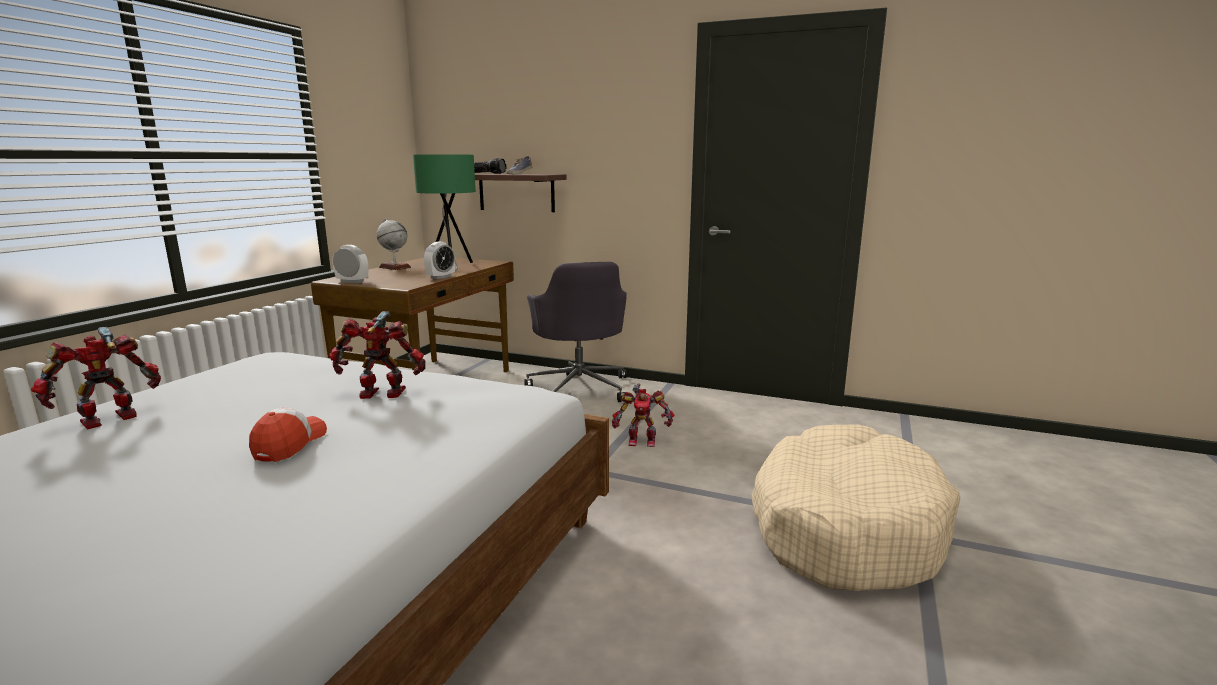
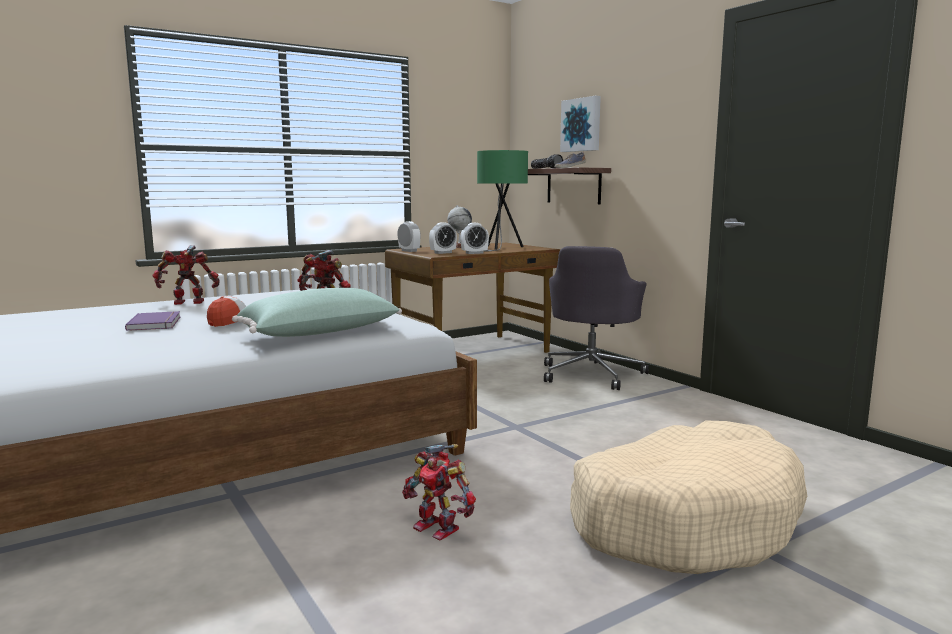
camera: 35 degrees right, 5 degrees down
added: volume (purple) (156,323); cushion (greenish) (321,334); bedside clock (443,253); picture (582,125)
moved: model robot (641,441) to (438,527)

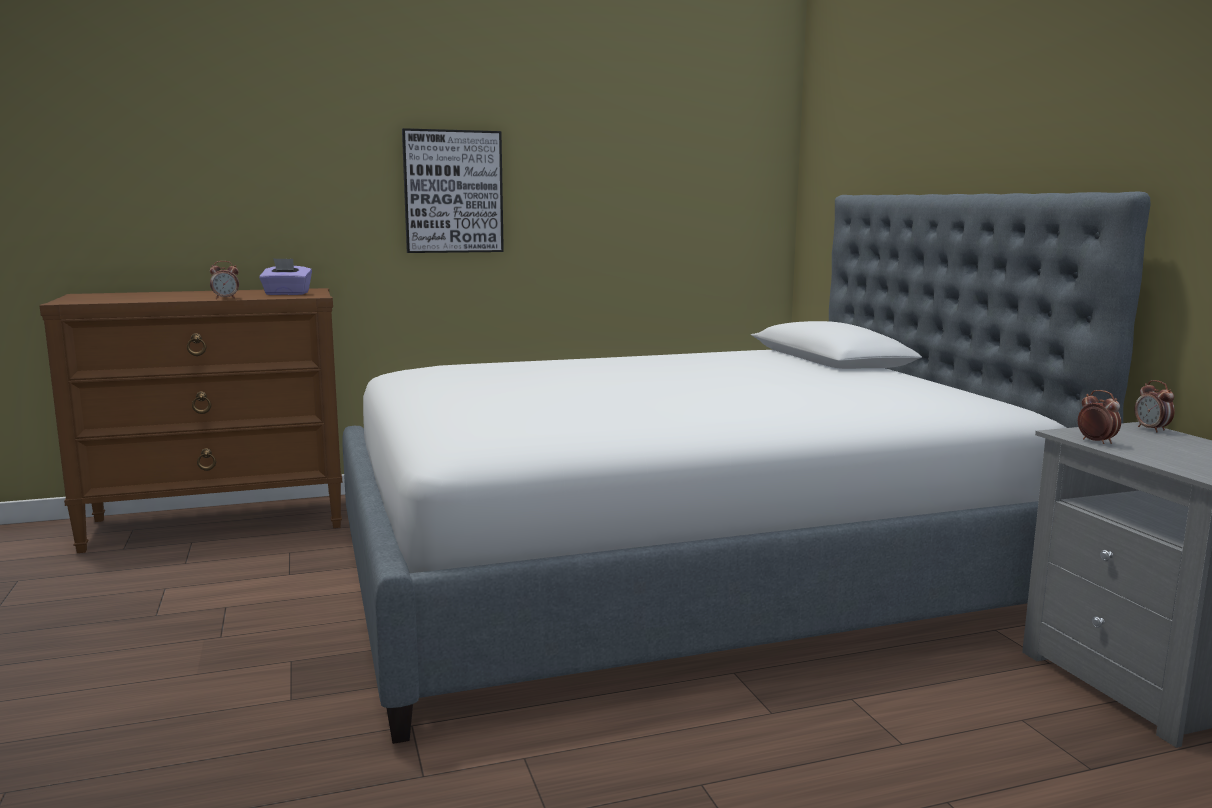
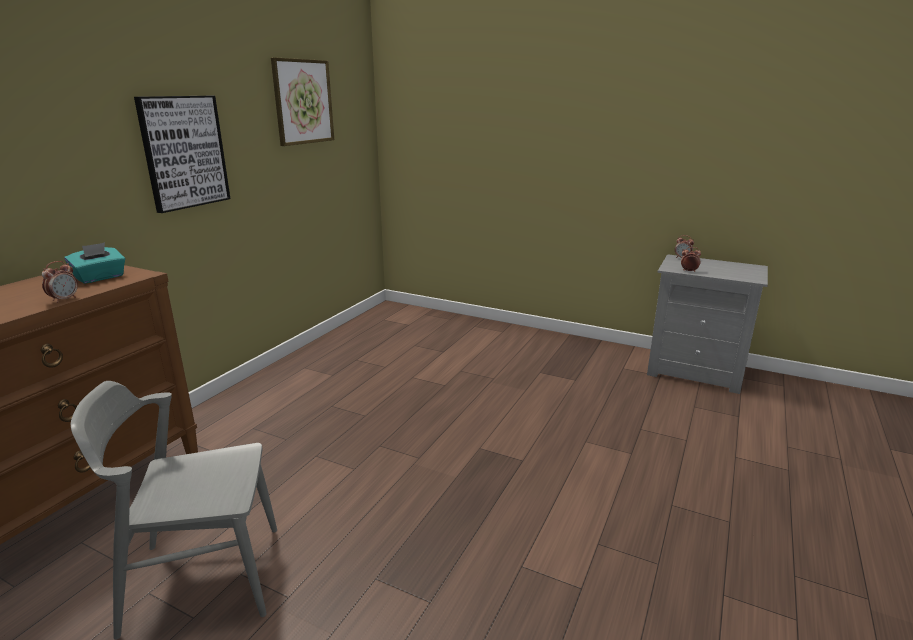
camera: 45 degrees left, 10 degrees up
removed: sleeping bed (681,575)
added: upright chair (gray) (203,578); picture (303,102)
recoloured: box of tissues (purple) (287,294) to box of tissues (turquoise) (100,278)

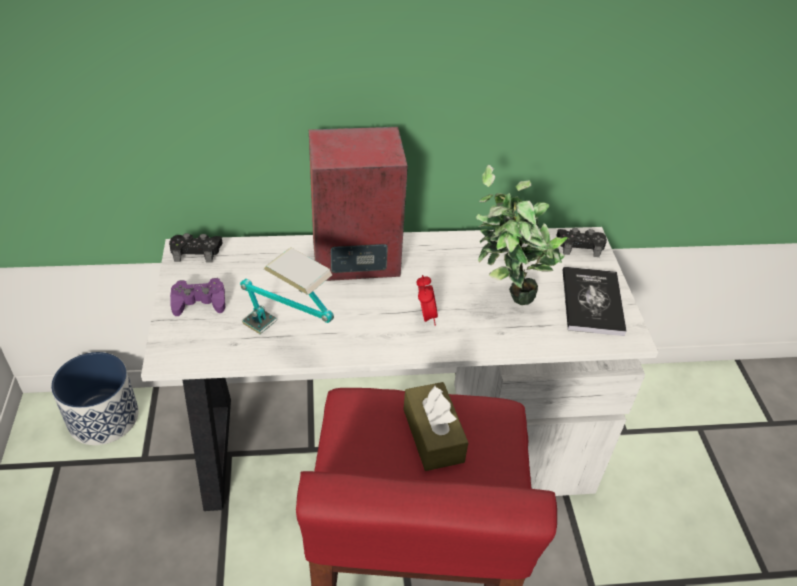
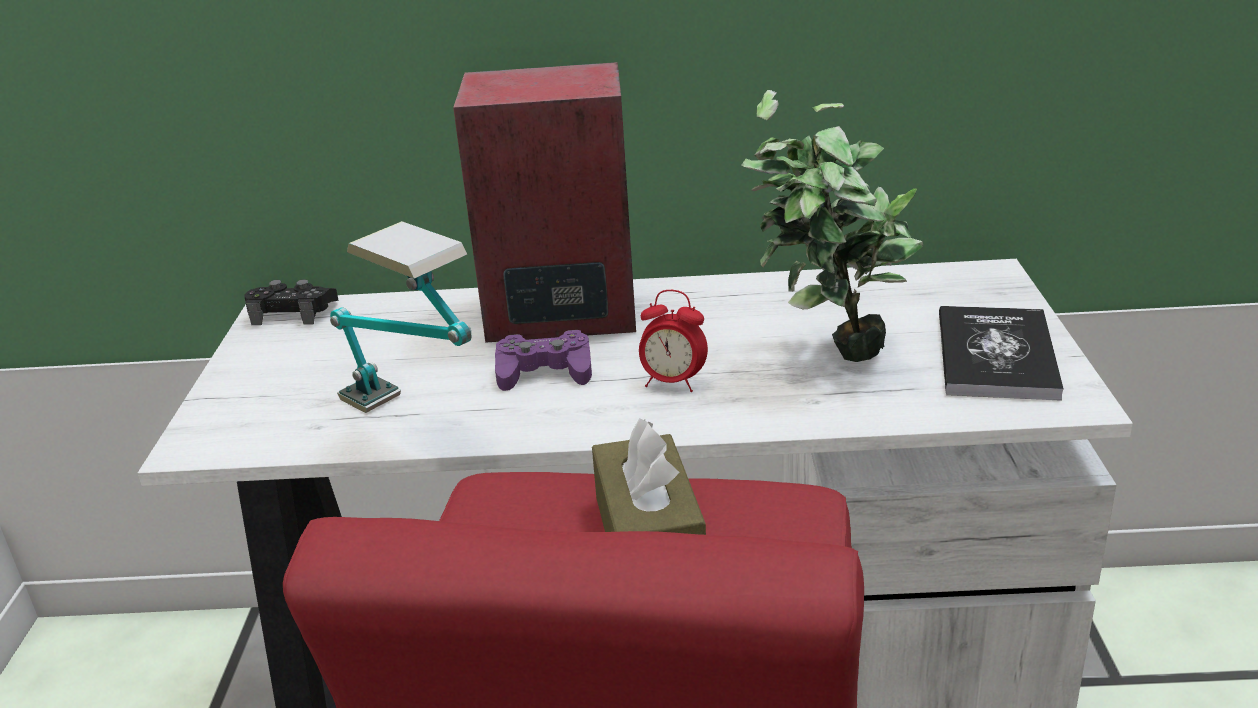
camera: 10 degrees right, 15 degrees down
removed: plant pot (103,418); game controller (black-coloured) (579,246)
moved: game controller (purple) (199,302) to (545,371)
turned: bedside clock (425,317) = (673,383) 105 degrees clockwise

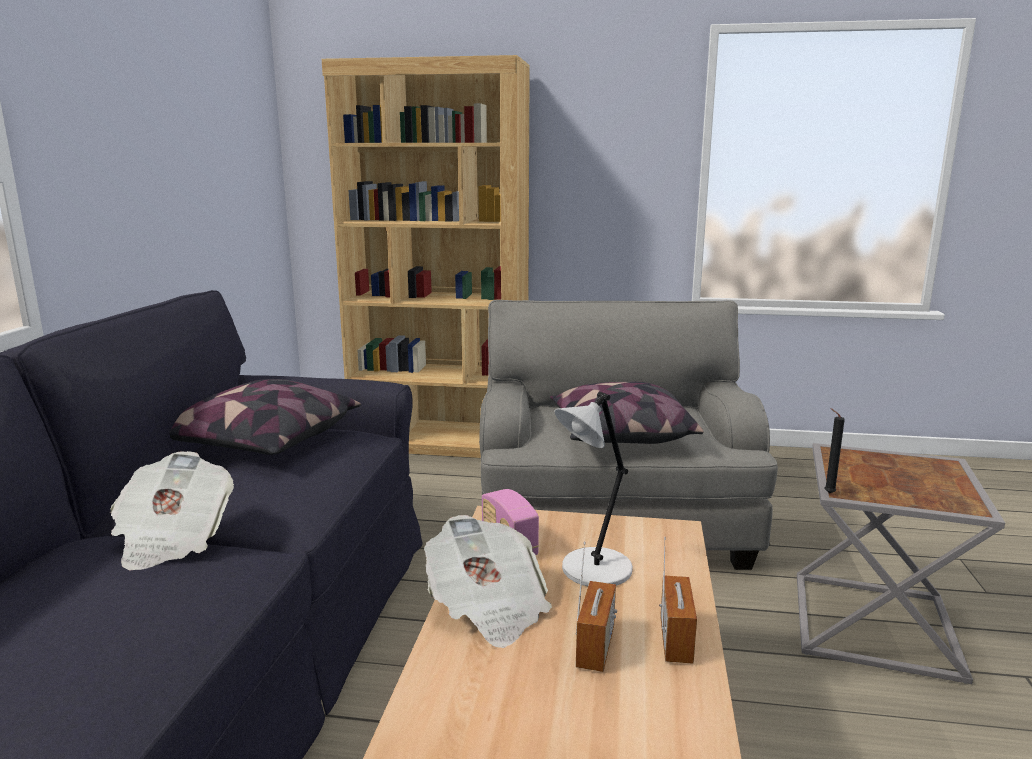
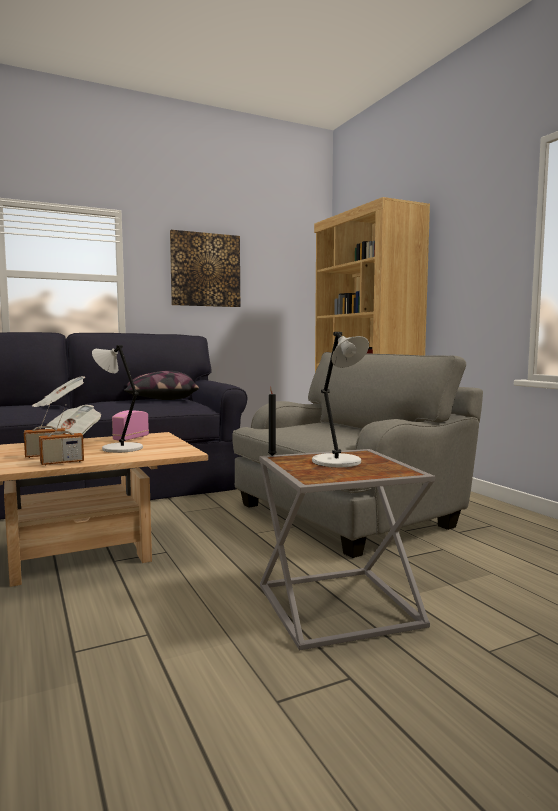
camera: 55 degrees right, 10 degrees down
removed: cushion (619,436)
added: picture (205,270); tabletop lamp (gray) (338,462)

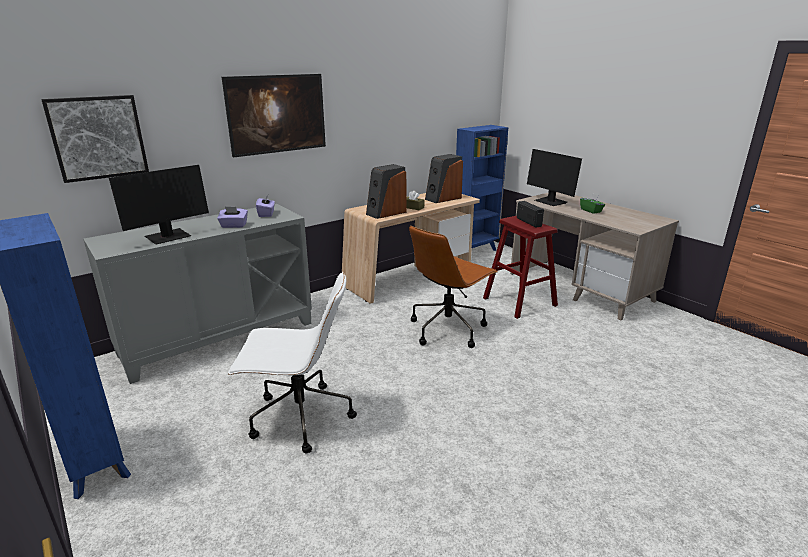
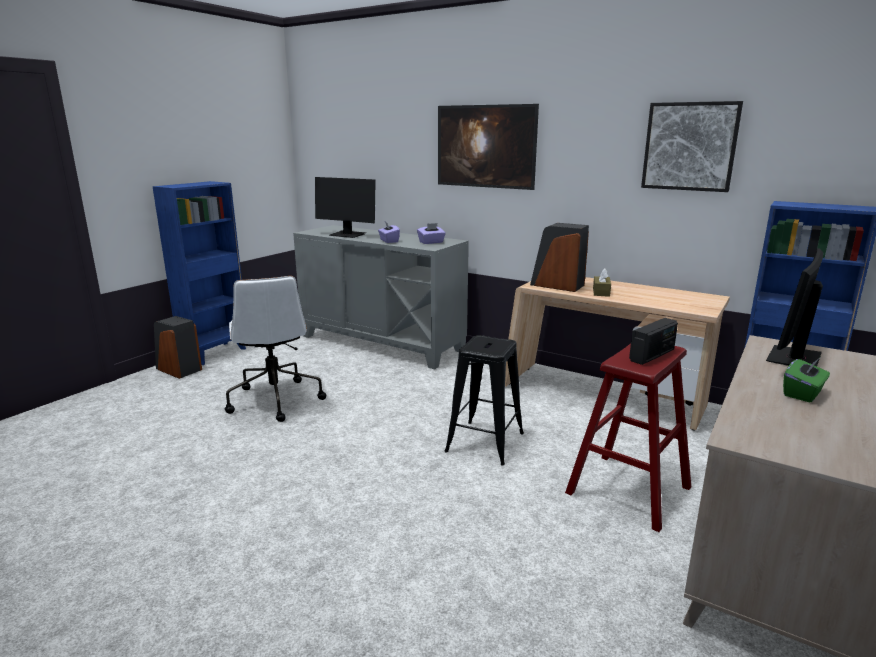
camera: 70 degrees right, 5 degrees down
moved: speaker (443,198) to (178,370); picture (98,138) to (689,146)
replaced: desk chair (brown-coloured) (448,329) to stool seat (black-coloured) (485,442)

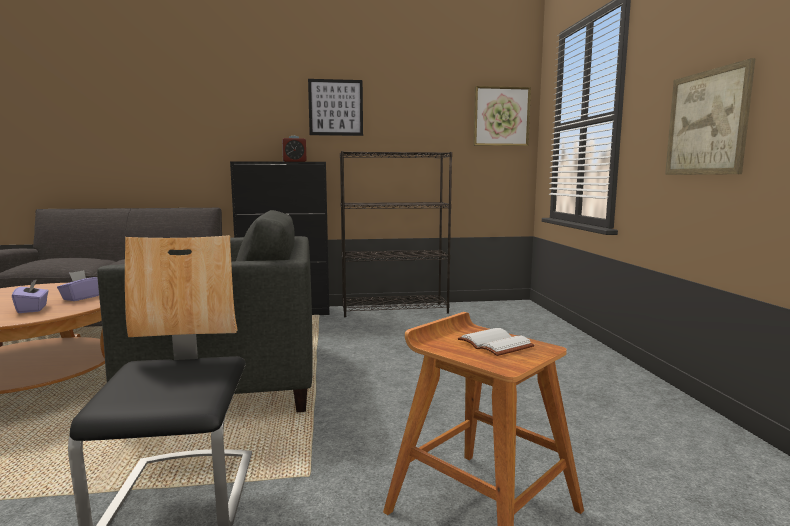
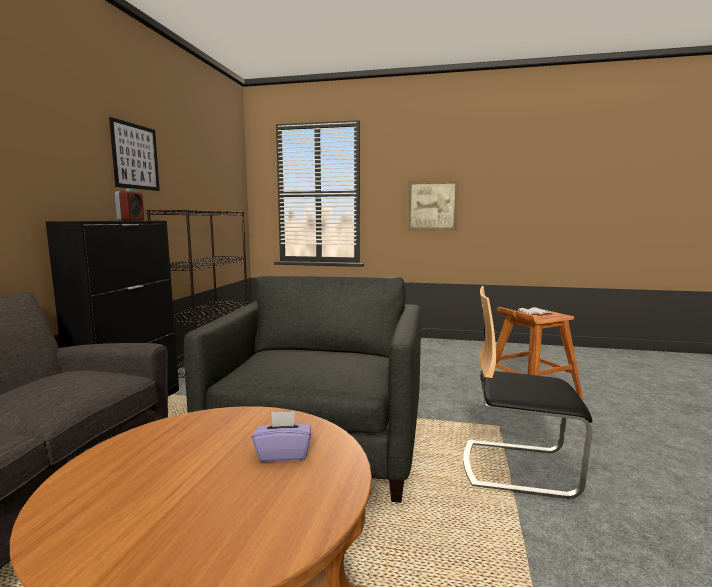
camera: 70 degrees left, 0 degrees up
removed: box of tissues (purple) (81,297); picture (501,116)

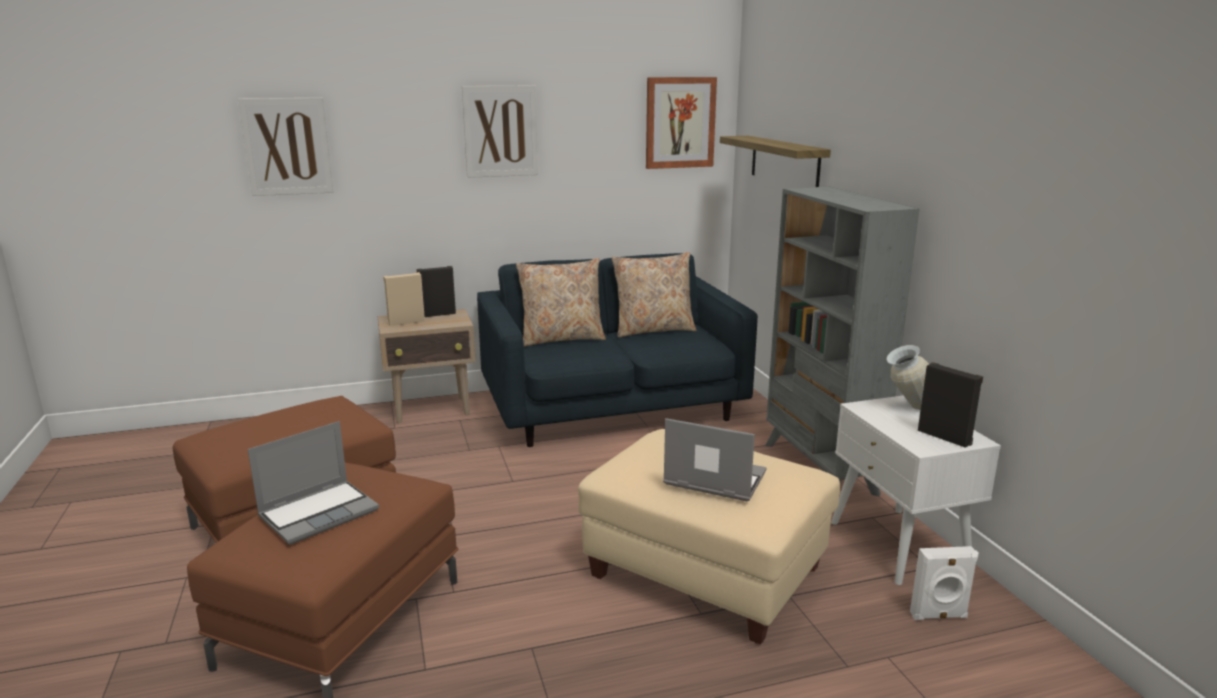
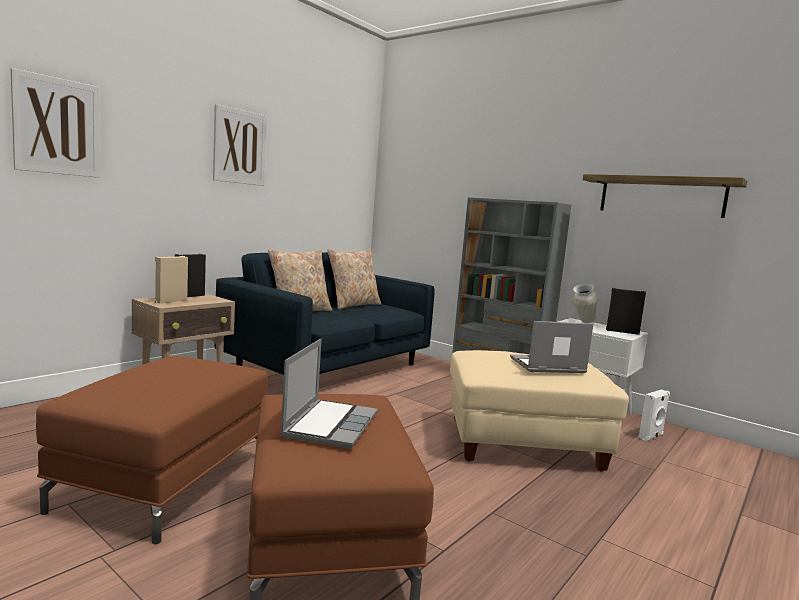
camera: 35 degrees left, 10 degrees down
removed: picture (680,123)
moved: bracket shelf (784,162) to (661,196)

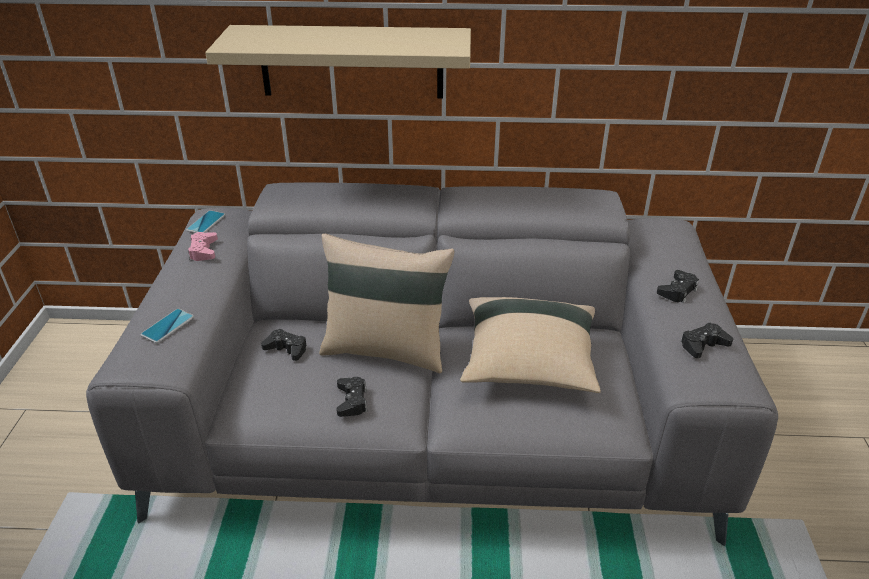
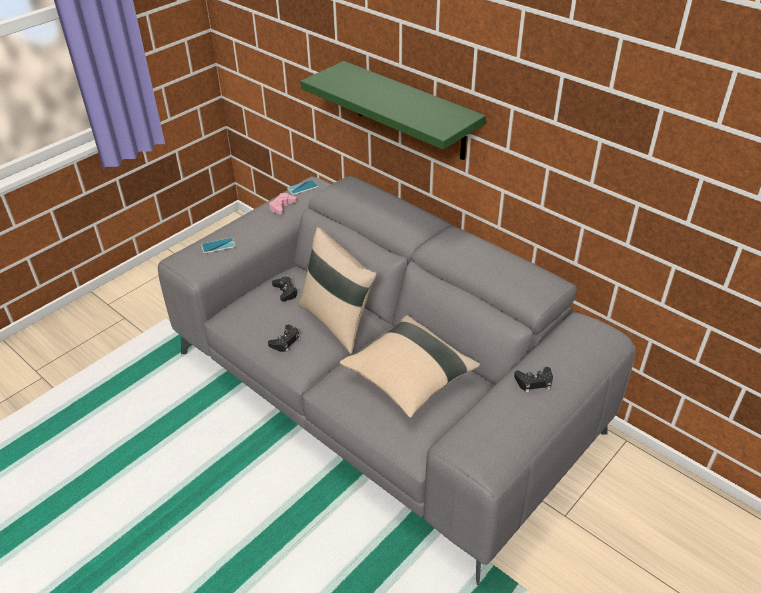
camera: 40 degrees right, 5 degrees up
removed: game controller (black-coloured) (703,345)
recoloured: bracket shelf (sand-coloured) (351,62) to bracket shelf (greenish) (410,111)

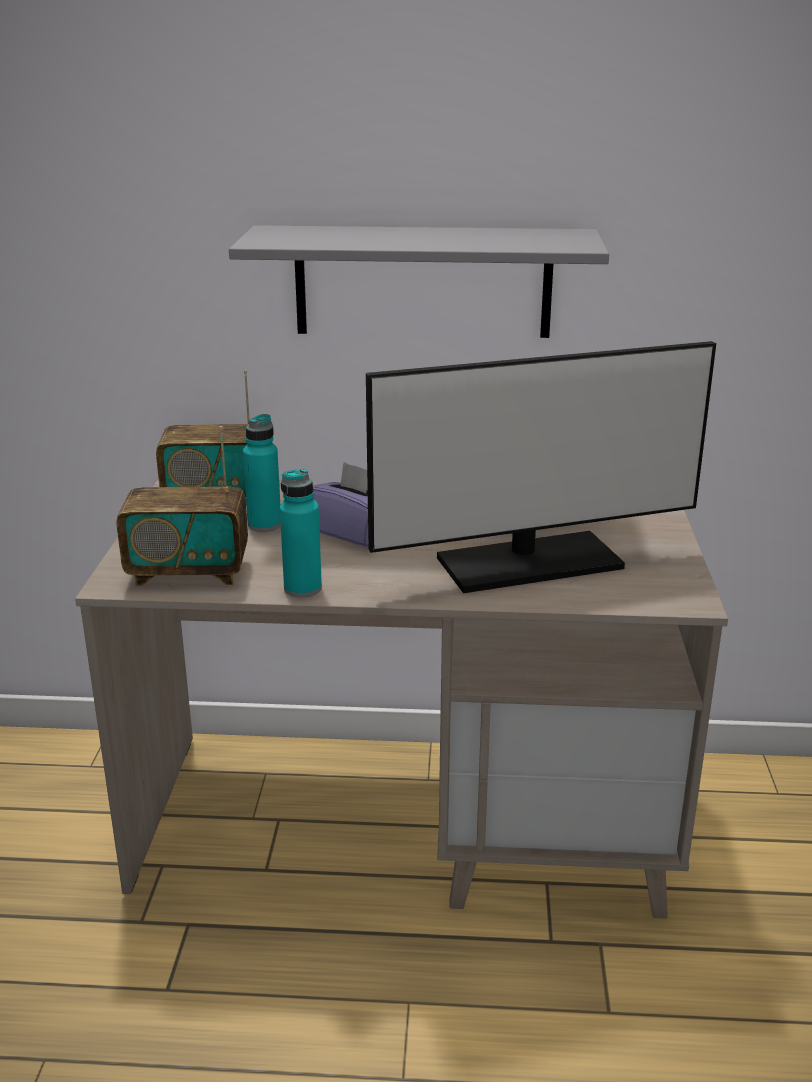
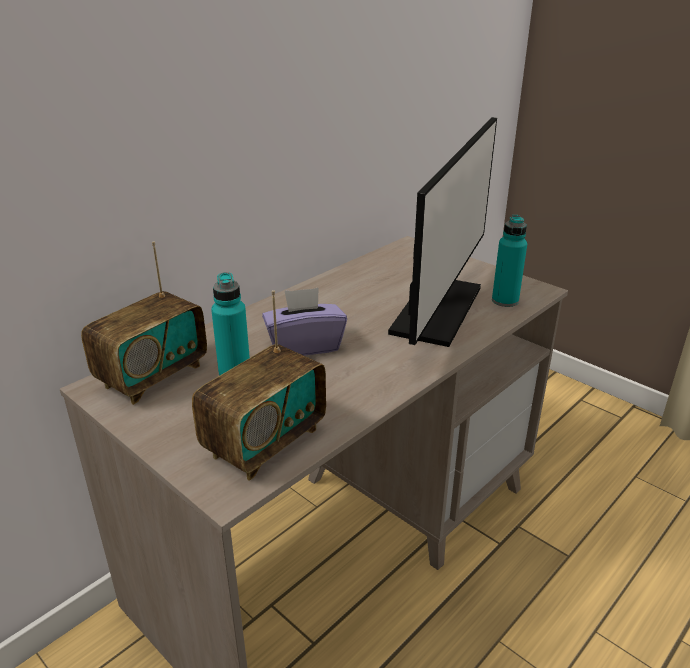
camera: 50 degrees left, 5 degrees up
removed: bracket shelf (gray) (423,282)
moved: beverage bottle (turquoise) (302,588) to (505,301)

